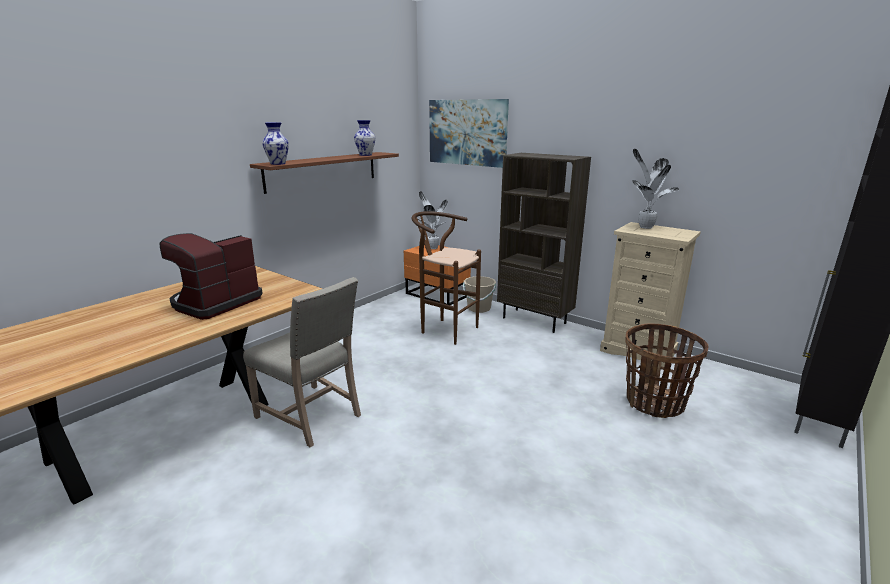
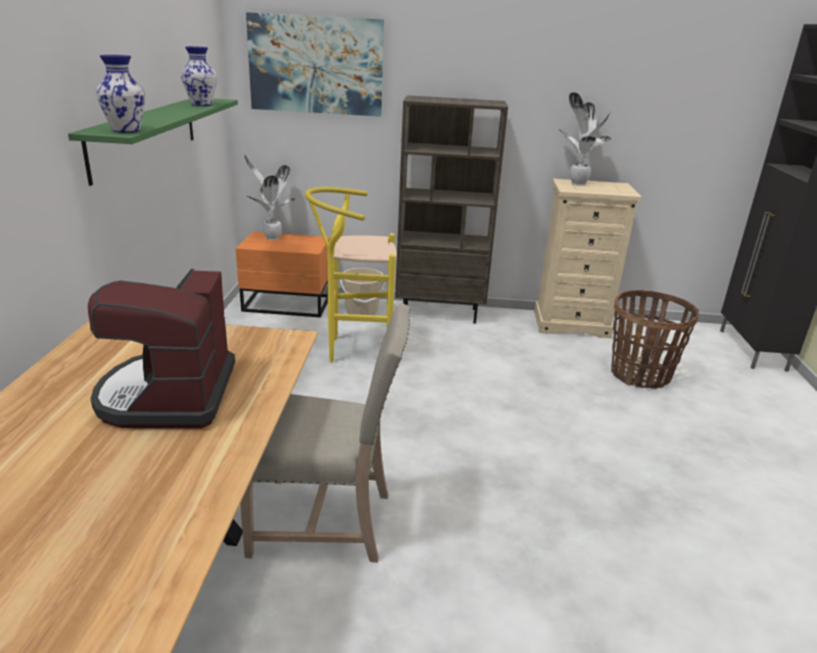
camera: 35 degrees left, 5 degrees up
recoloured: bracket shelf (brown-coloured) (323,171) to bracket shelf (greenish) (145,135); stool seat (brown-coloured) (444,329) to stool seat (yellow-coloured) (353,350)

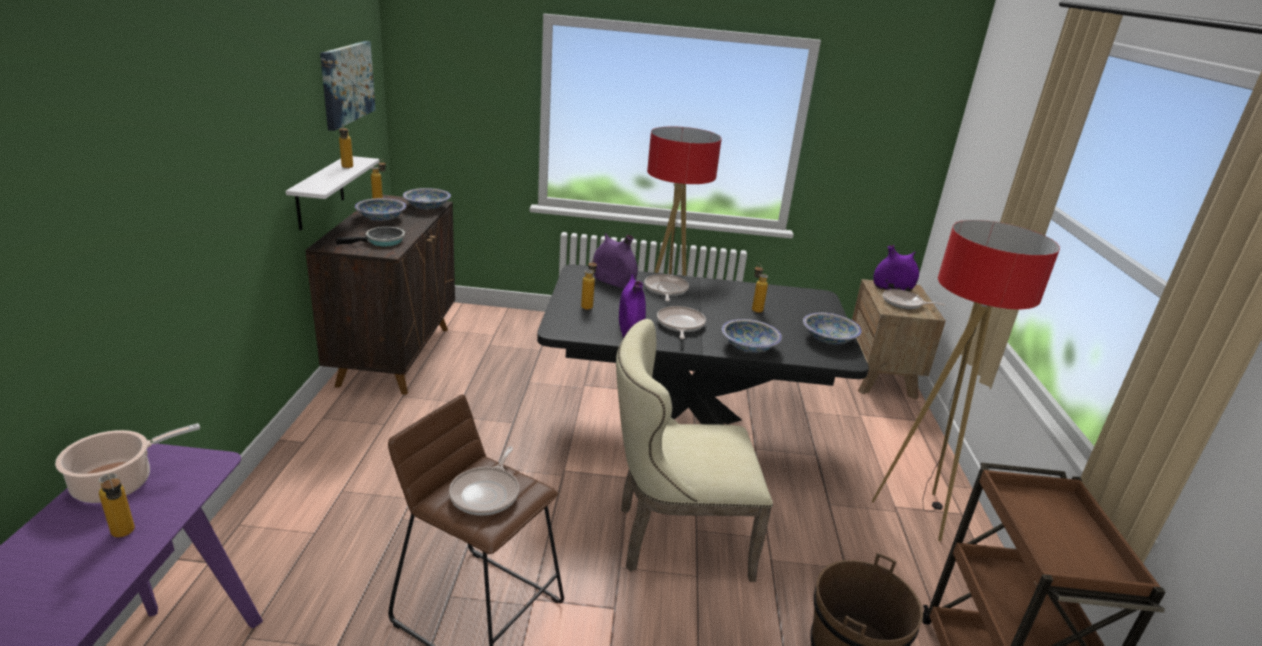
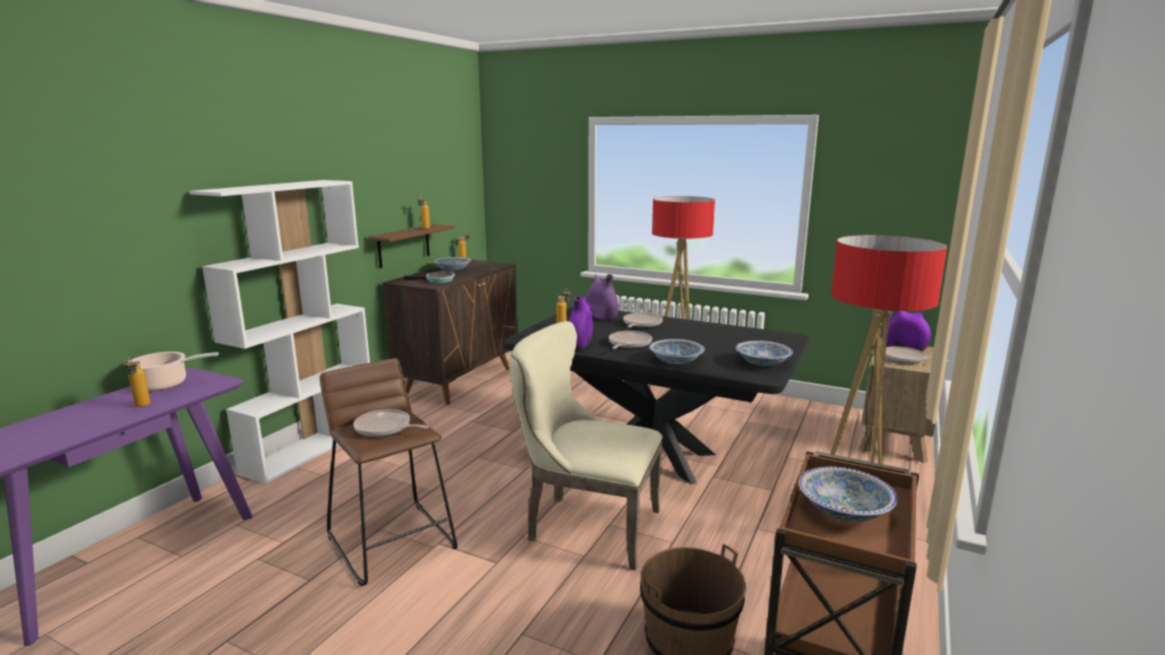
camera: 25 degrees right, 10 degrees down
removed: picture (347,83); beverage bottle (755,308)
added: bookcase (white) (311,447)
moved: serving bowl (427,207) to (844,511)
recoloured: bracket shelf (white) (320,193) to bracket shelf (brown-coloured) (404,245)
turned: skillet (487,493) = (385,428) 75 degrees clockwise

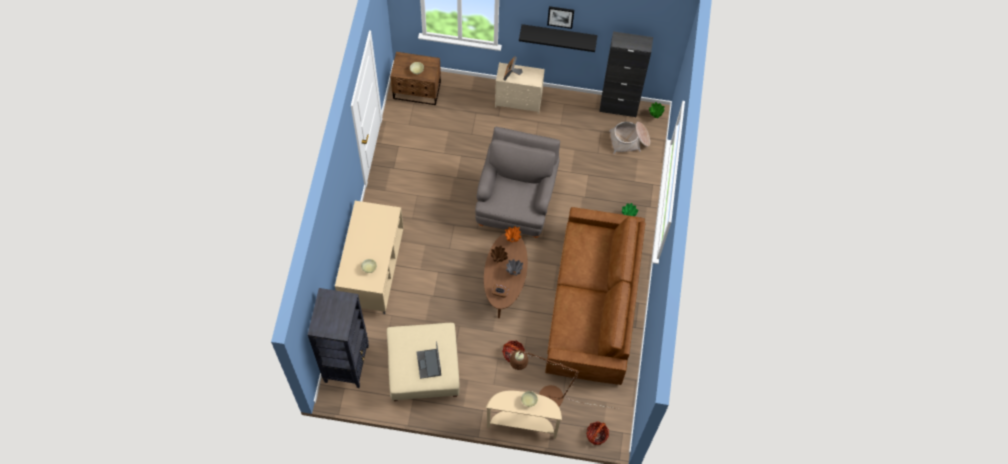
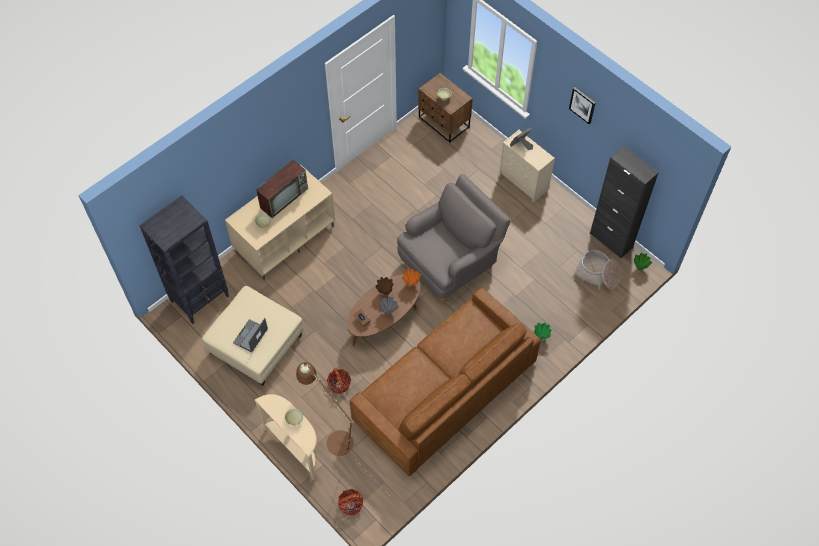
camera: 40 degrees right, 5 degrees down
removed: bracket shelf (black-coloured) (559,34)
added: TV (284,197)

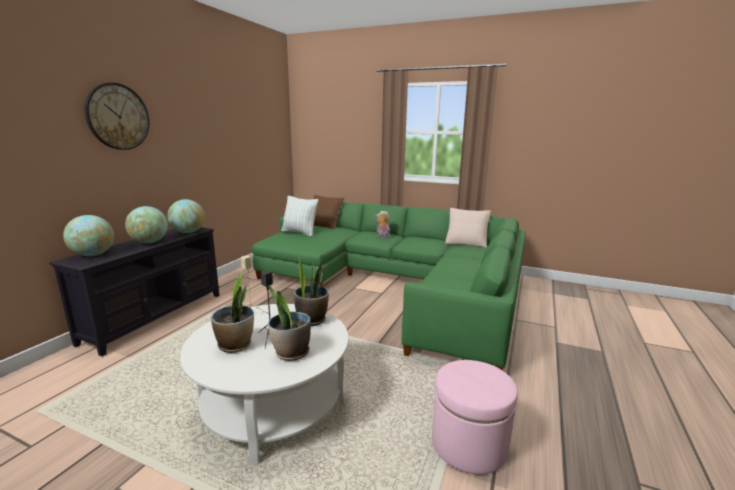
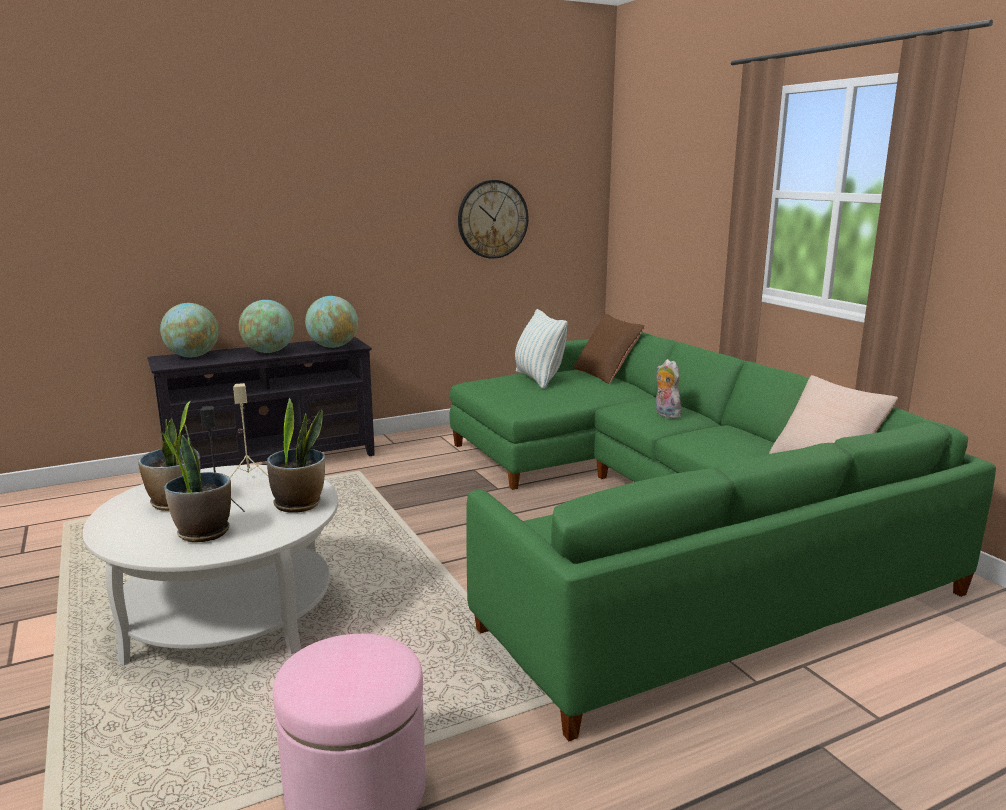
camera: 40 degrees right, 0 degrees up
moved: hanging clock (118,117) to (492,219)

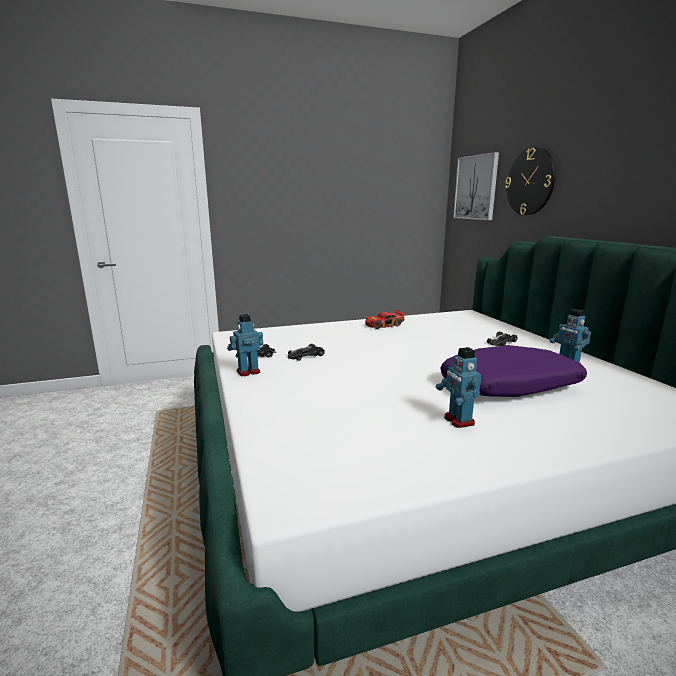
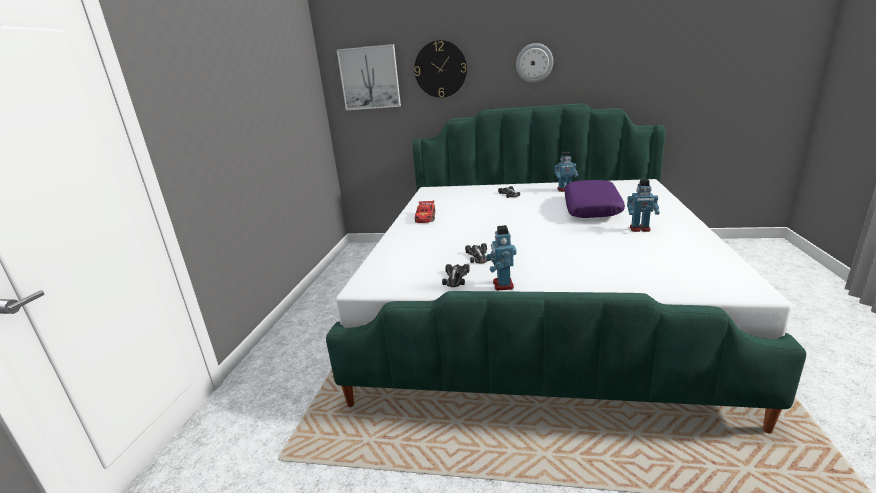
camera: 60 degrees left, 5 degrees up
added: hanging clock (534,63)

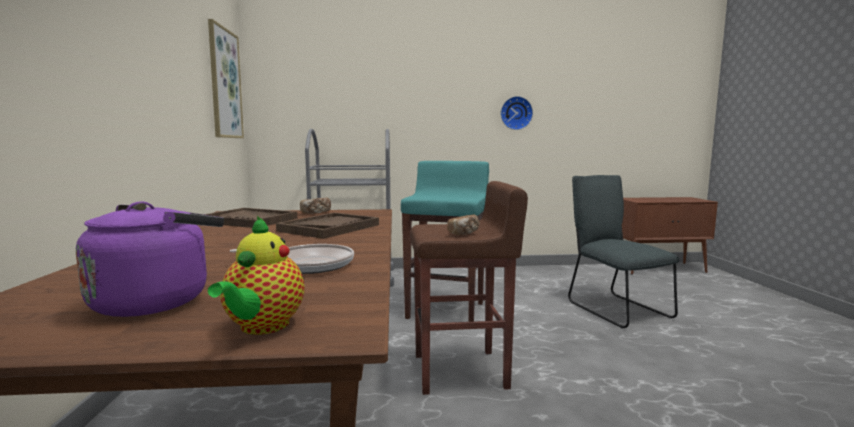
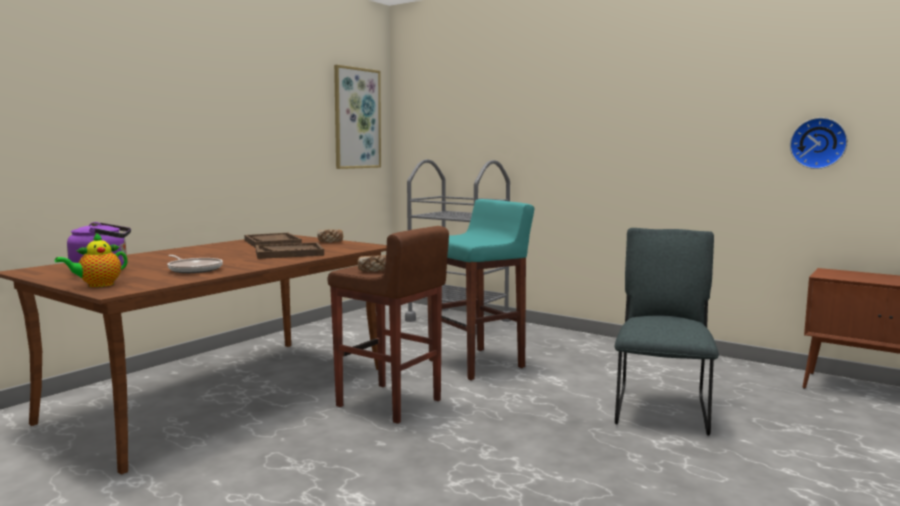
camera: 40 degrees right, 0 degrees up
moved: hanging clock (516,113) to (818,143)

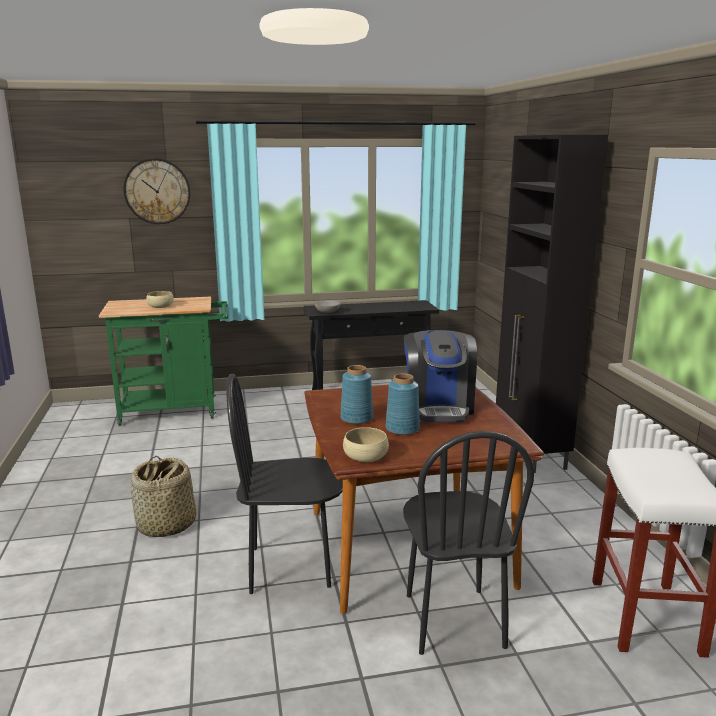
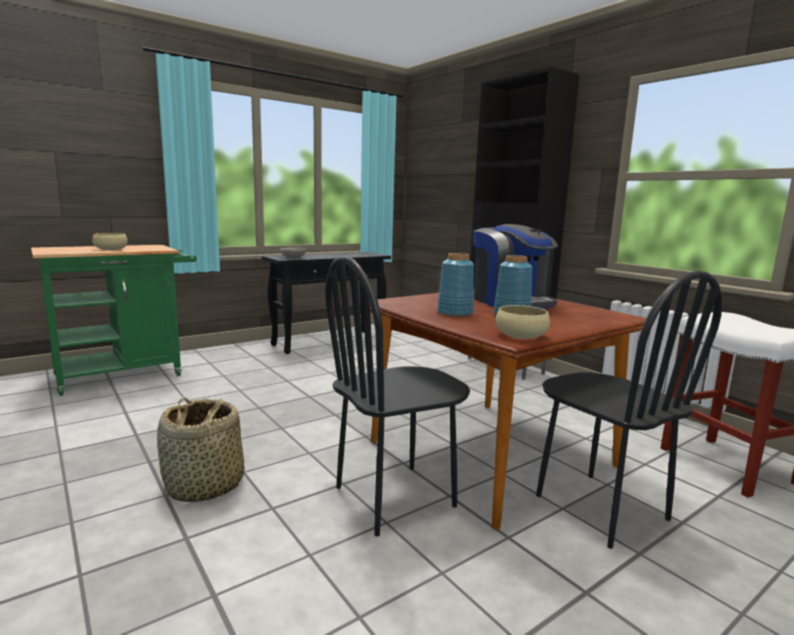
camera: 25 degrees left, 5 degrees down
removed: hanging clock (157,191)

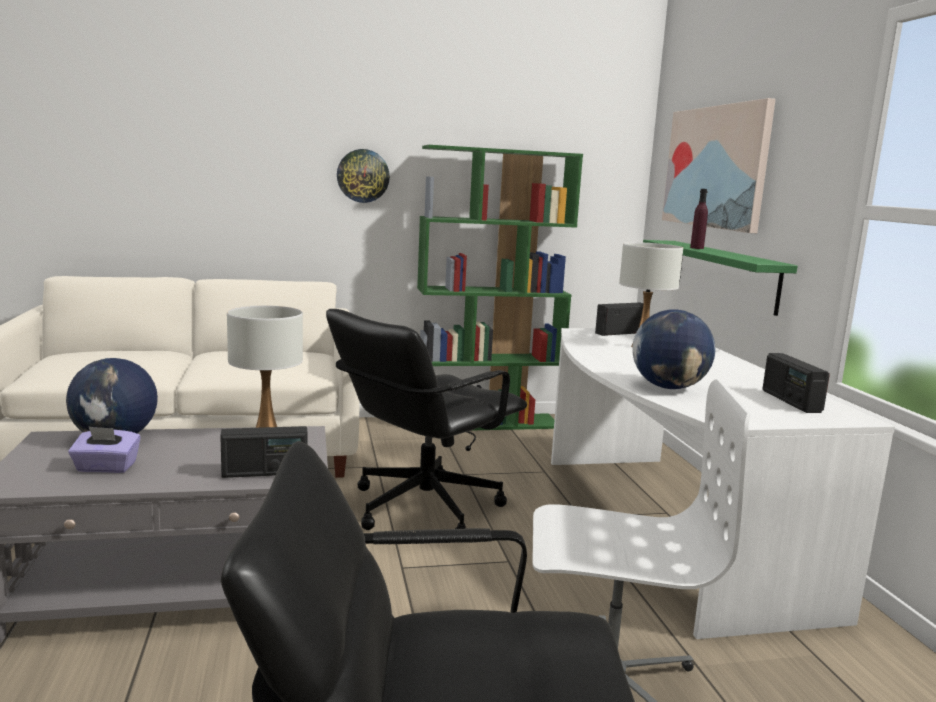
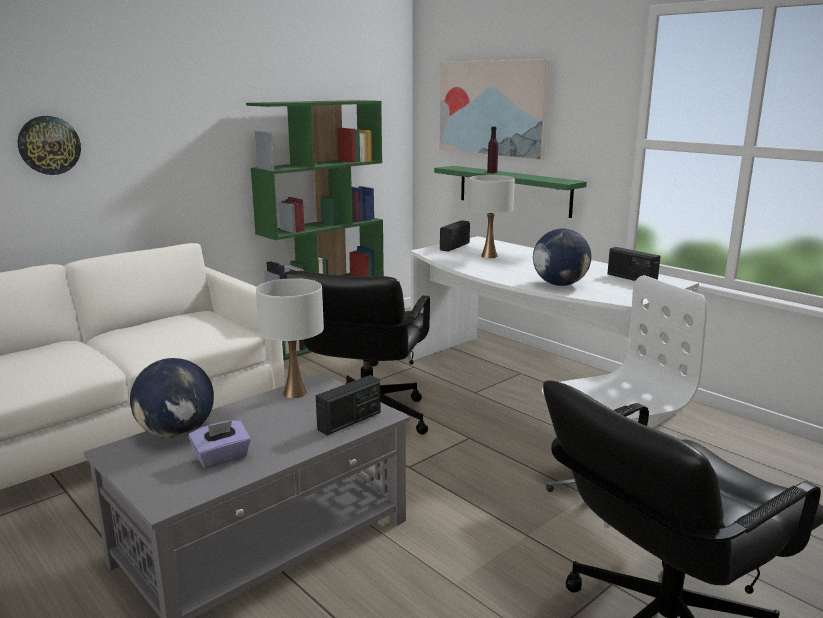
camera: 30 degrees left, 5 degrees up
moved: hanging clock (363,176) to (49,145)

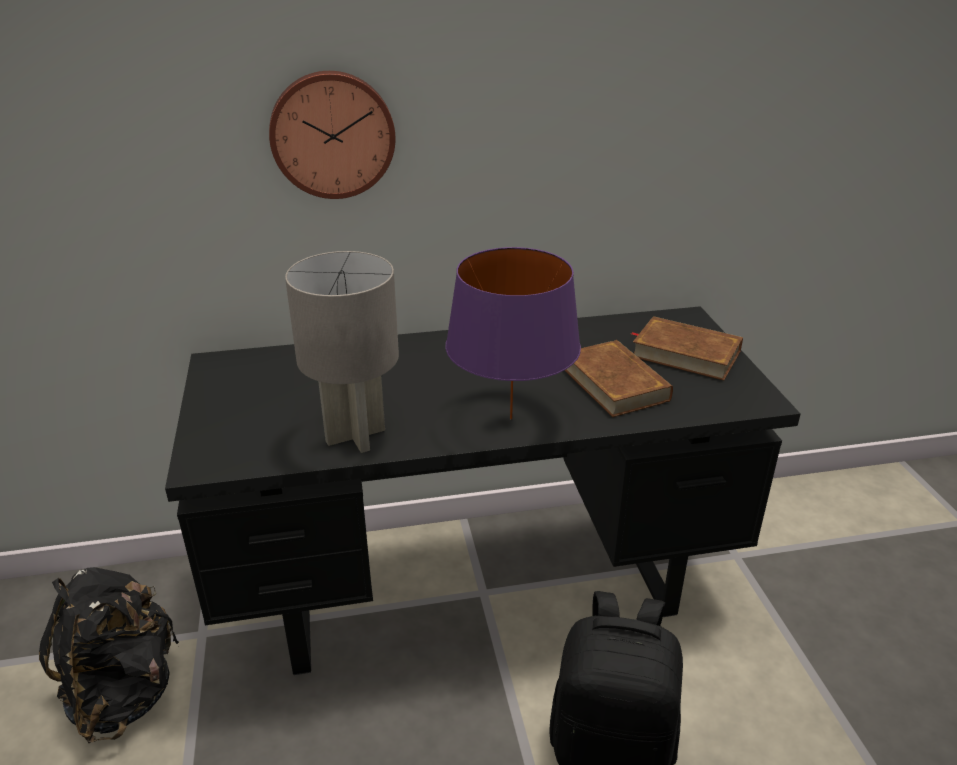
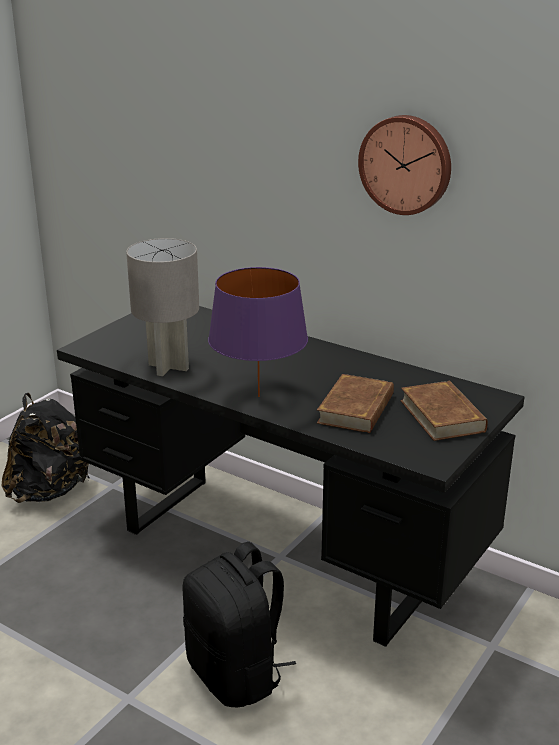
camera: 45 degrees right, 5 degrees down
moved: hanging clock (332,134) to (406,164)

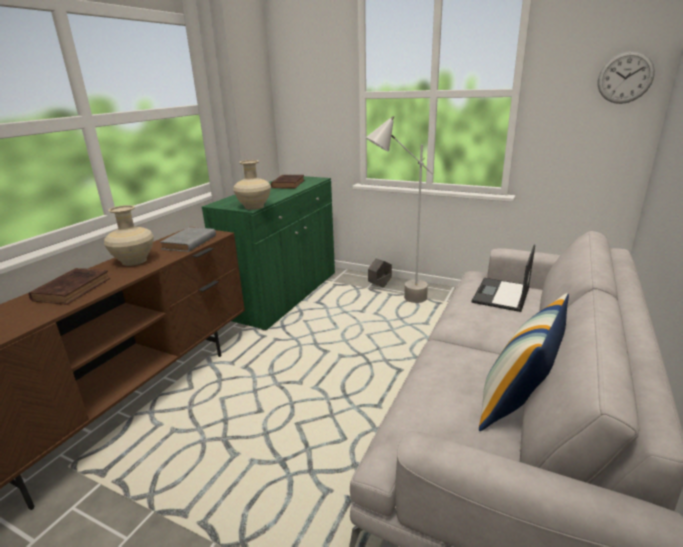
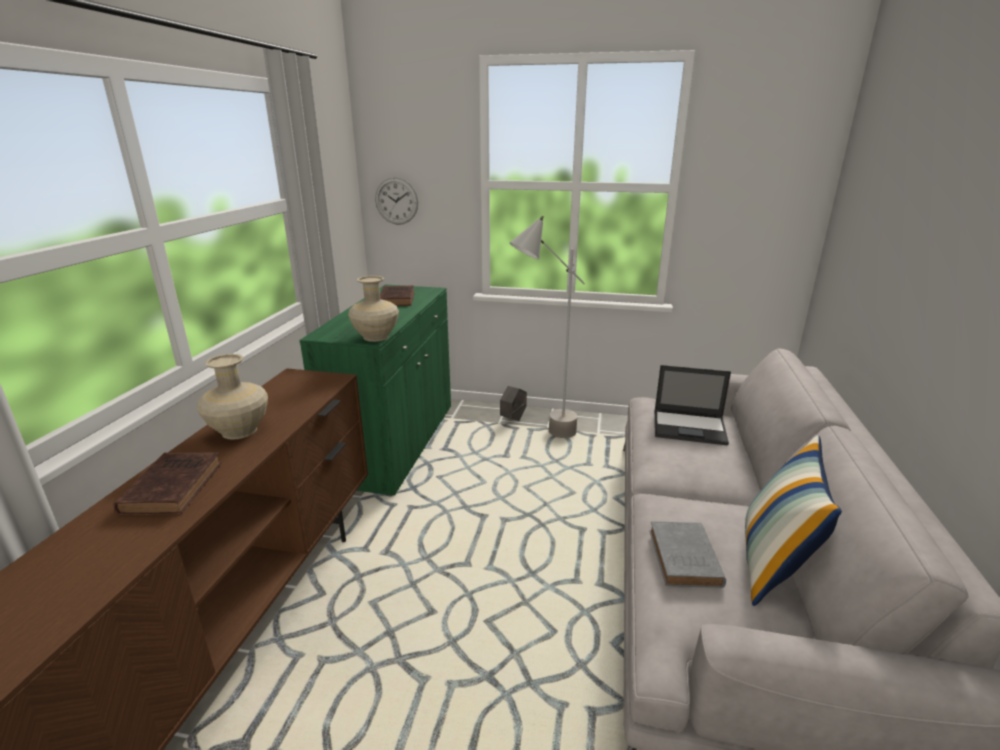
camera: 15 degrees left, 0 degrees up
moved: hanging clock (625,77) to (396,201); volume (gray) (188,243) to (685,559)
turned: portable computer (501,295) = (690,427) 90 degrees counterclockwise

